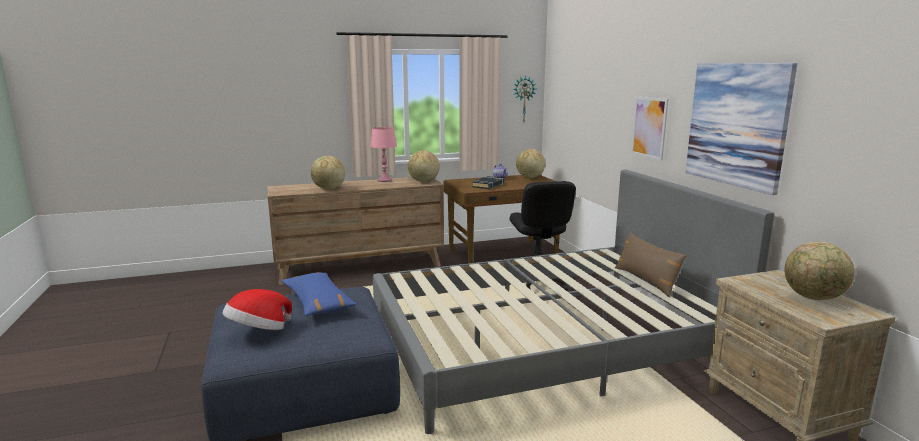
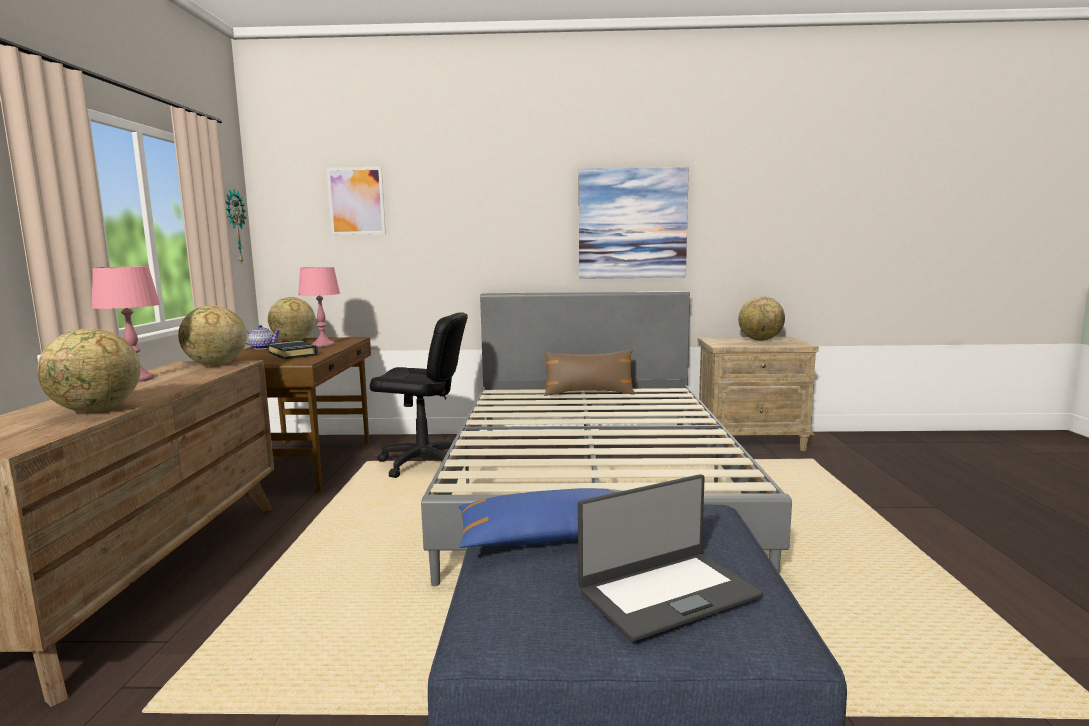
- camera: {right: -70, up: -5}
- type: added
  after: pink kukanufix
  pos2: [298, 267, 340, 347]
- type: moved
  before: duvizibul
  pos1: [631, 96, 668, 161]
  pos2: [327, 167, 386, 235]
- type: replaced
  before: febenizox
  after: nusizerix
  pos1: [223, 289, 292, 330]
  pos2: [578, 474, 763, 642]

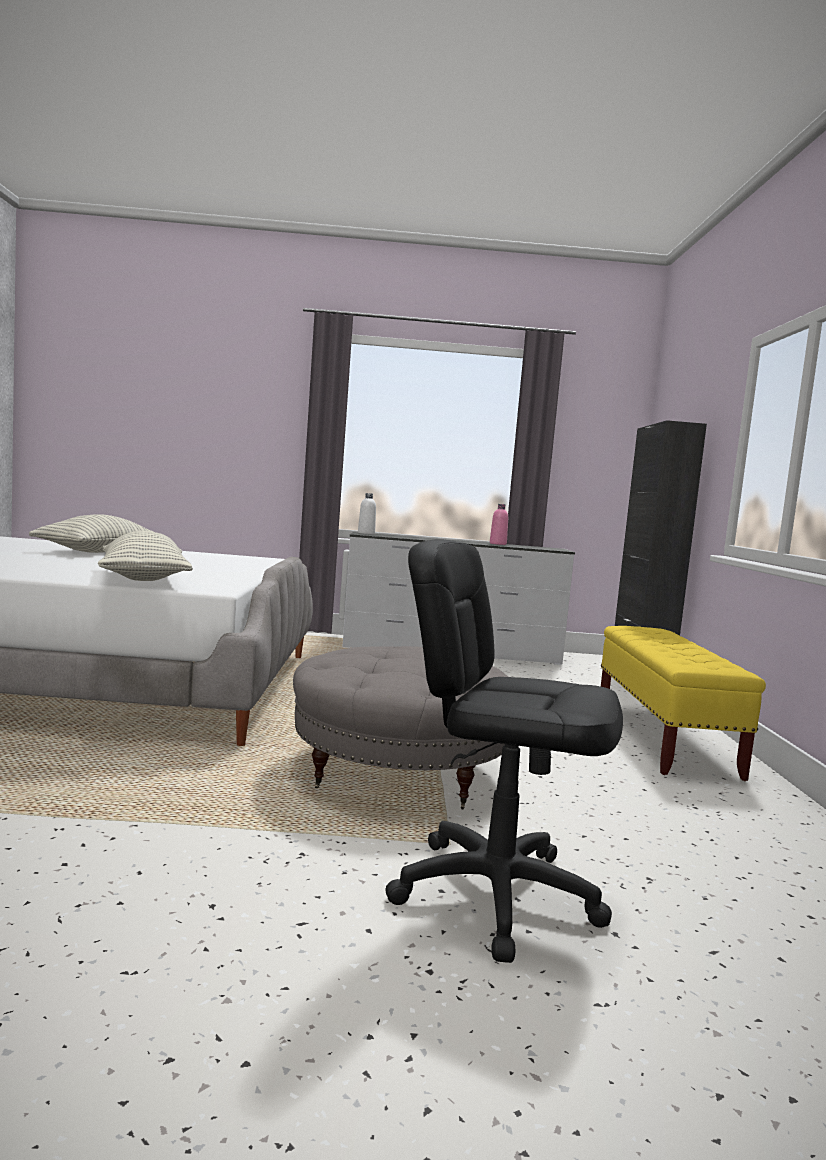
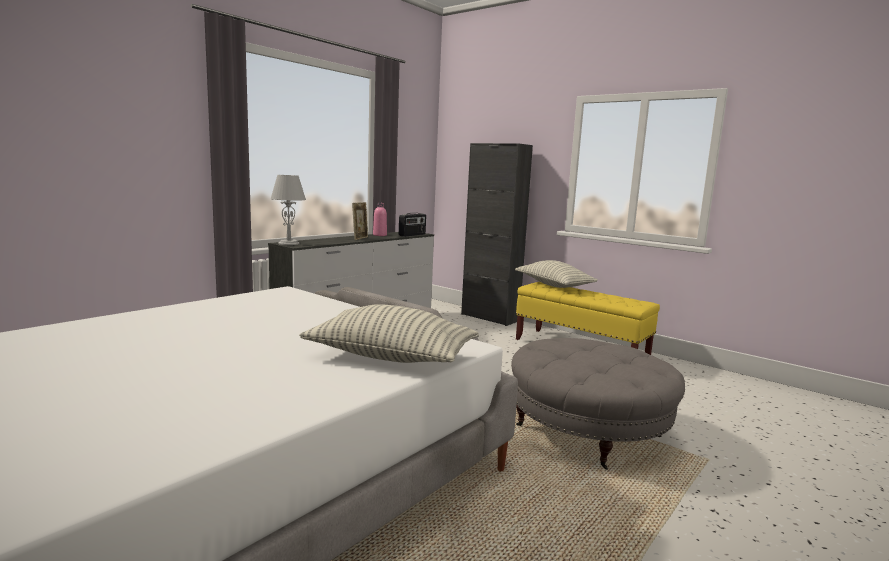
- camera: {right: -50, up: 5}
- type: removed
  before: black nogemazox
  pos1: [385, 539, 623, 963]
- type: added
  after: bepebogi
  pos2: [352, 202, 368, 240]
- type: added
  after: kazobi
  pos2: [399, 213, 426, 237]
- type: moved
  before: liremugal
  pos1: [29, 514, 153, 553]
  pos2: [515, 260, 598, 288]
- type: replaced
  before: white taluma
  after: grey kukanufix
  pos1: [358, 493, 376, 534]
  pos2: [271, 175, 306, 245]

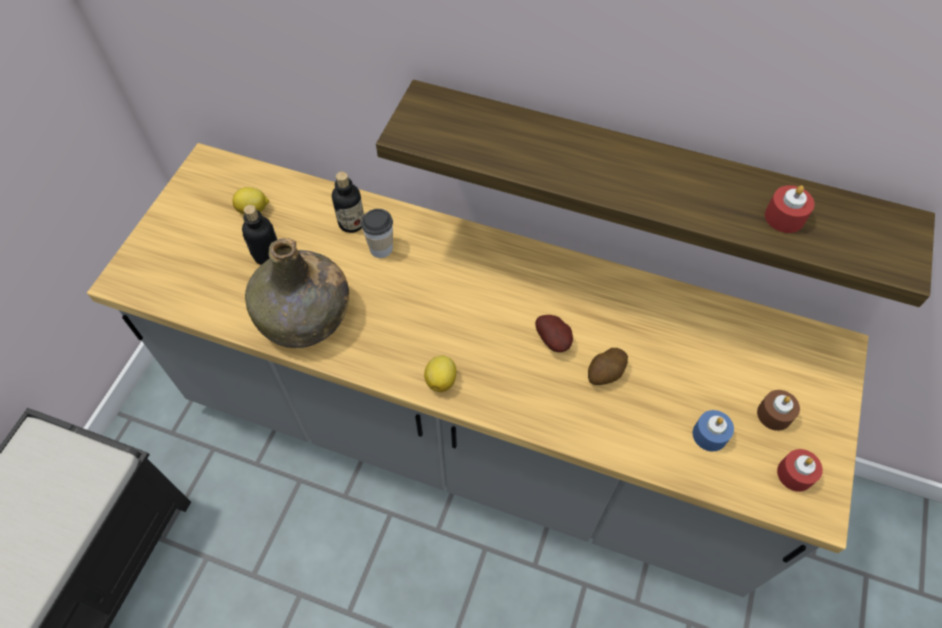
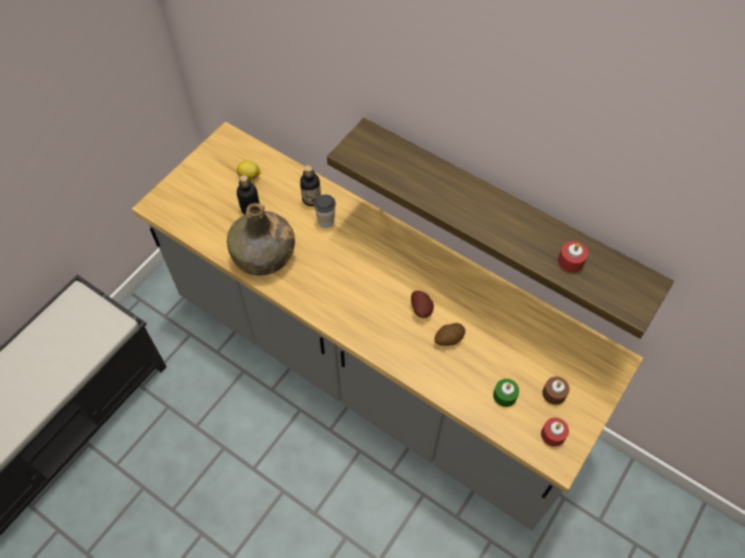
- camera: {right: 15, up: 0}
- type: removed
  before: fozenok
  pos1: [424, 356, 456, 392]
- type: recoloured
  before: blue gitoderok
  after: green gitoderok
  pos1: [692, 410, 734, 452]
  pos2: [493, 379, 519, 407]

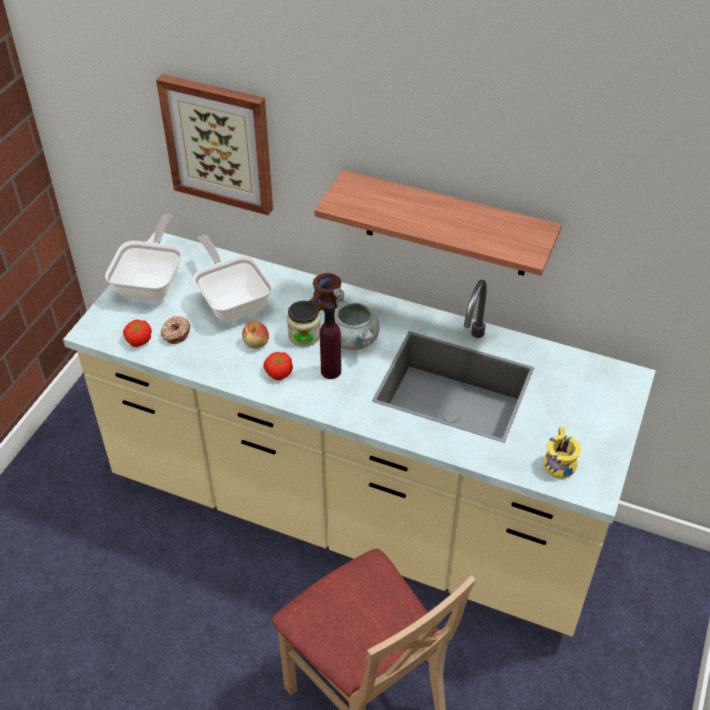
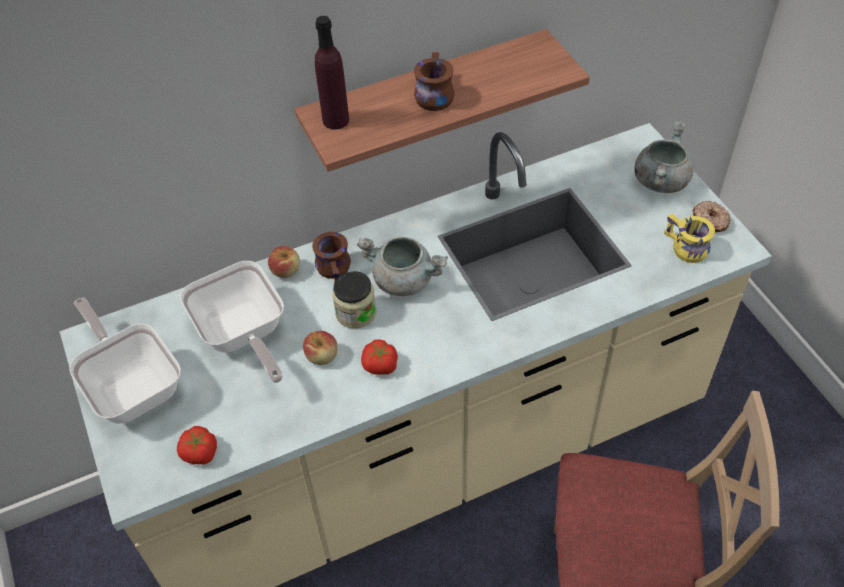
- camera: {right: -45, up: 5}
- type: removed
  before: duvizibul
  pos1: [156, 74, 273, 215]
- type: added
  after: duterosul
  pos2: [268, 246, 300, 278]
- type: added
  after: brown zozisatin
  pos2: [414, 52, 454, 111]
- type: added
  after: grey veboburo
  pos2: [634, 121, 694, 193]
- type: moved
  before: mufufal
  pos1: [161, 316, 190, 344]
  pos2: [693, 201, 731, 232]
- type: moved
  before: purple taluma
  pos1: [320, 302, 341, 379]
  pos2: [315, 16, 349, 130]
- type: turned
  before: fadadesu
  pos1: [193, 235, 273, 322]
  pos2: [180, 261, 284, 383]
  turn: -135

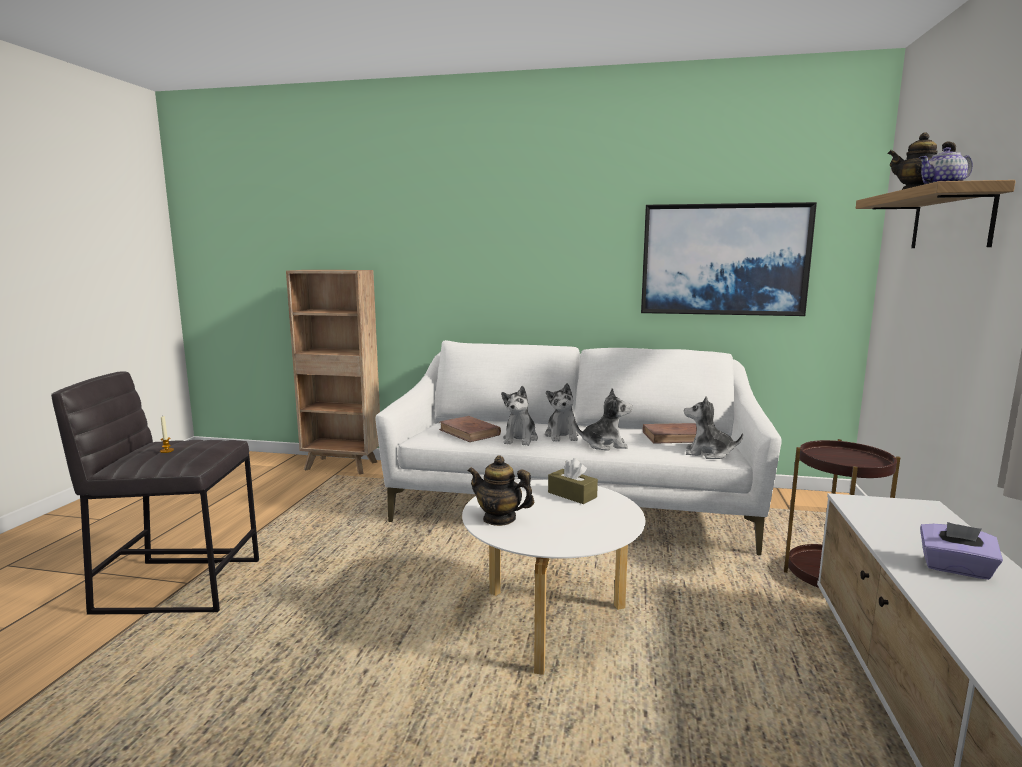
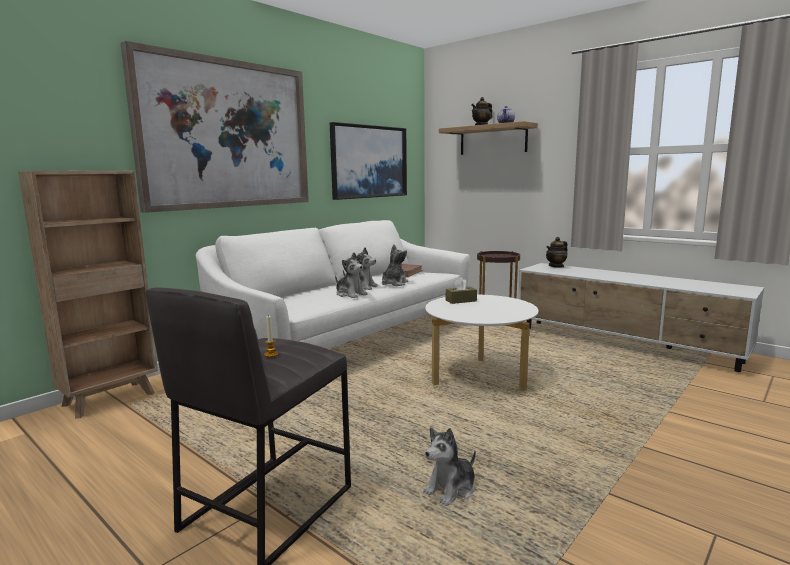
- camera: {right: -60, up: 0}
- type: removed
  before: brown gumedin
  pos1: [439, 416, 501, 442]
- type: removed
  before: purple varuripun
  pos1: [920, 522, 1003, 580]
- type: added
  after: duvizibul
  pos2: [120, 41, 309, 213]
- type: moved
  before: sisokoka
  pos1: [468, 456, 534, 526]
  pos2: [546, 237, 567, 268]
- type: moved
  before: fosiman
  pos1: [684, 396, 743, 459]
  pos2: [423, 427, 476, 506]

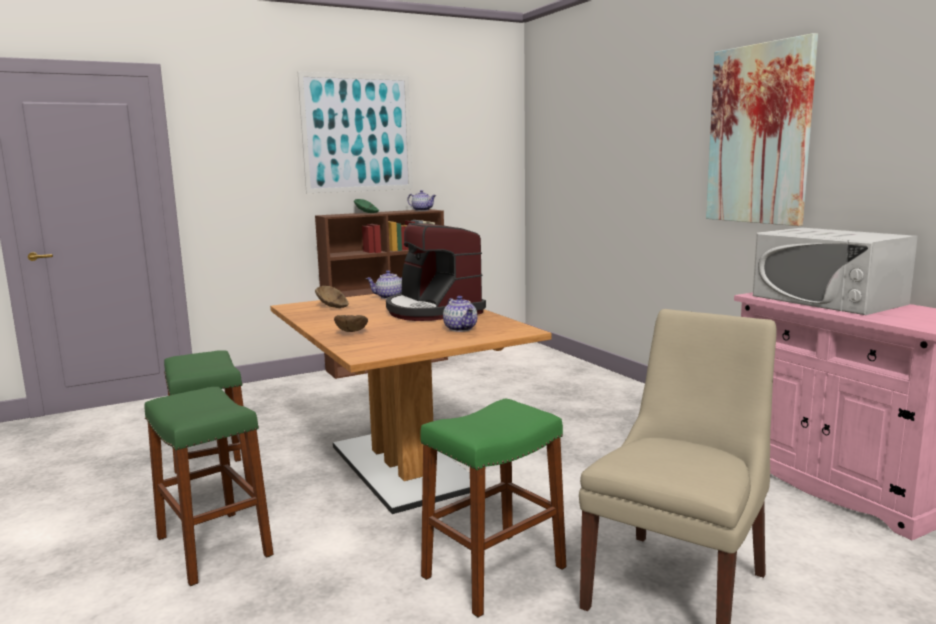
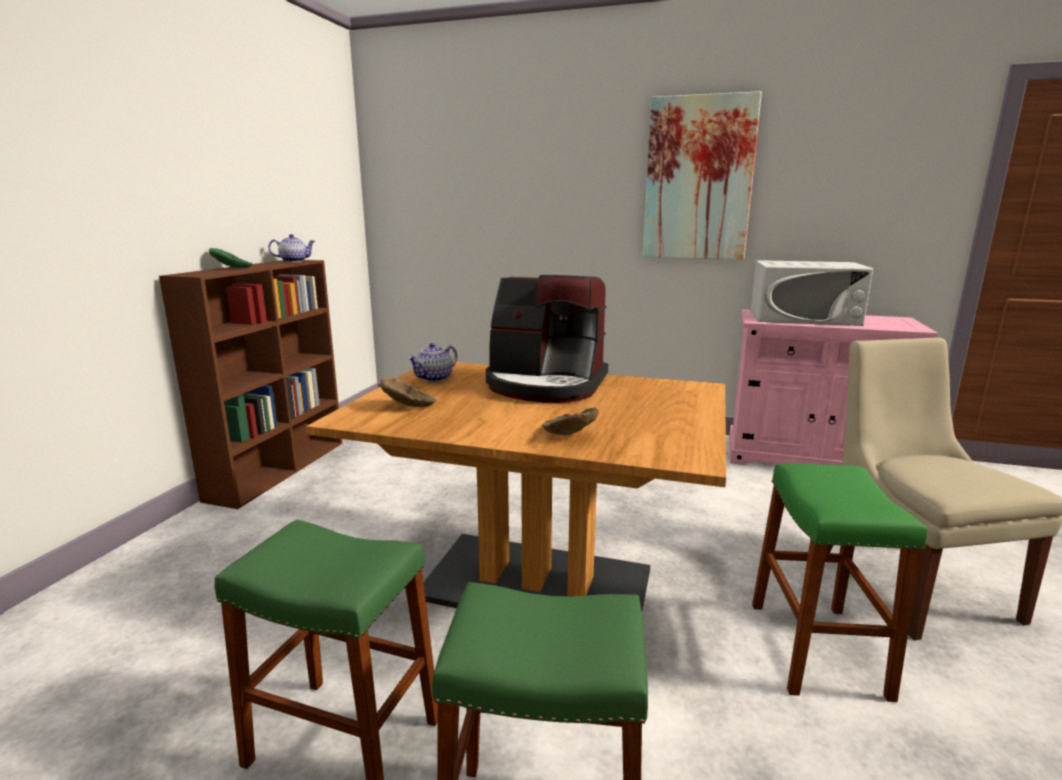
- camera: {right: -45, up: 5}
- type: removed
  before: duvizibul
  pos1: [298, 72, 413, 193]
- type: removed
  before: sisokoka
  pos1: [443, 296, 477, 332]

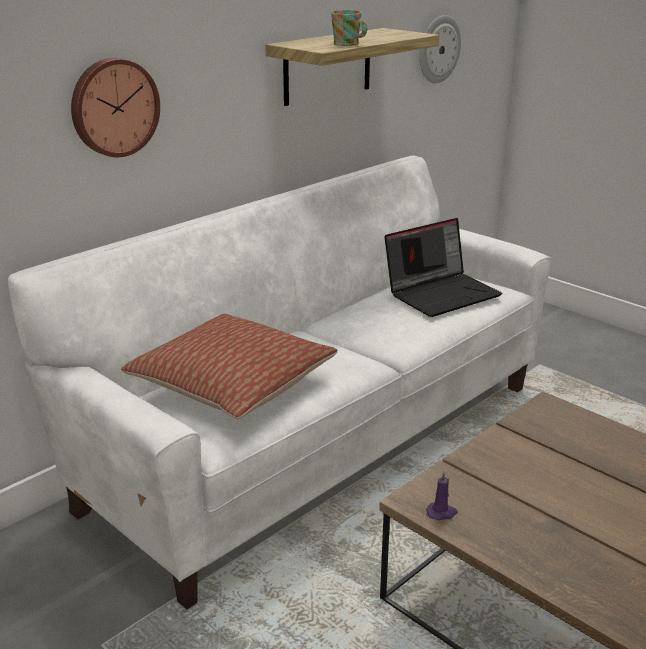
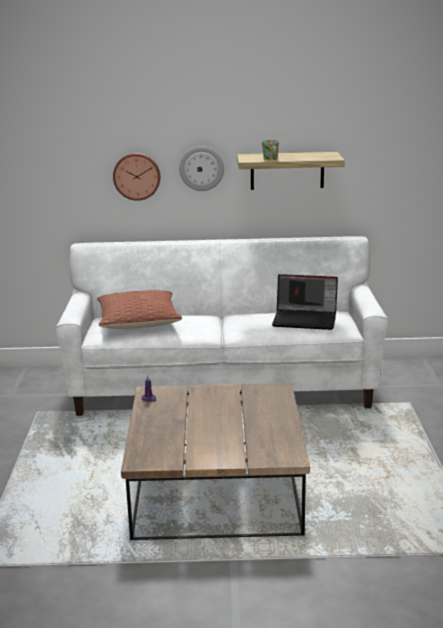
- camera: {right: 45, up: -5}
- type: moved
  before: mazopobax
  pos1: [420, 15, 461, 83]
  pos2: [179, 147, 224, 191]

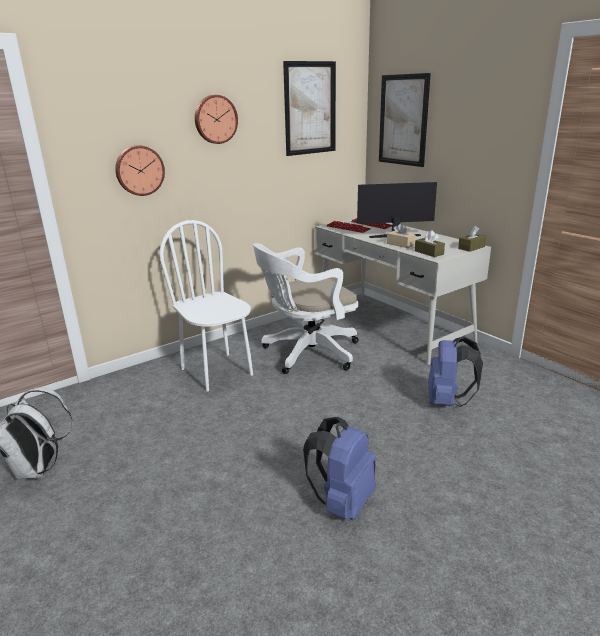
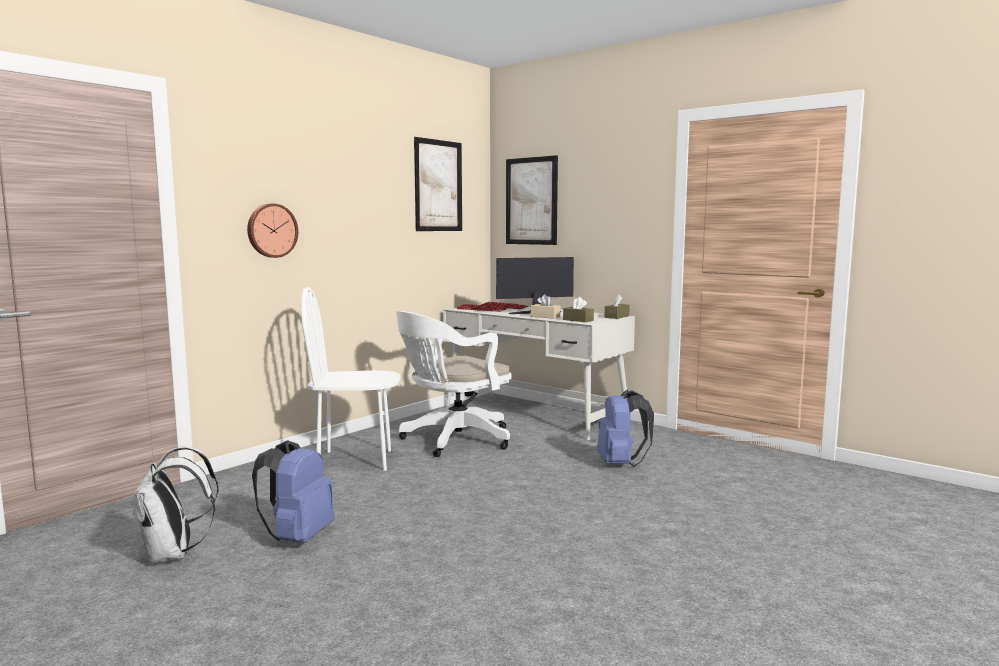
- camera: {right: -15, up: -15}
- type: removed
  before: mazopobax
  pos1: [195, 95, 238, 144]
- type: moved
  before: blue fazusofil
  pos1: [303, 416, 376, 520]
  pos2: [252, 440, 335, 543]
- type: turned
  before: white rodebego
  pos1: [159, 220, 253, 392]
  pos2: [301, 287, 400, 471]
  turn: -45

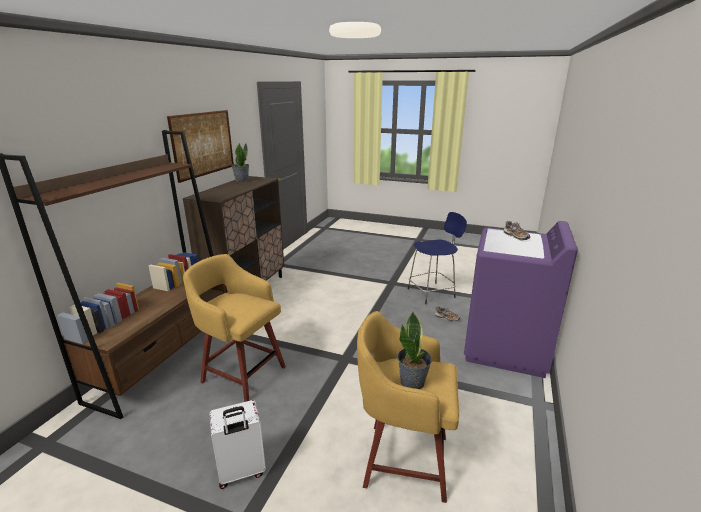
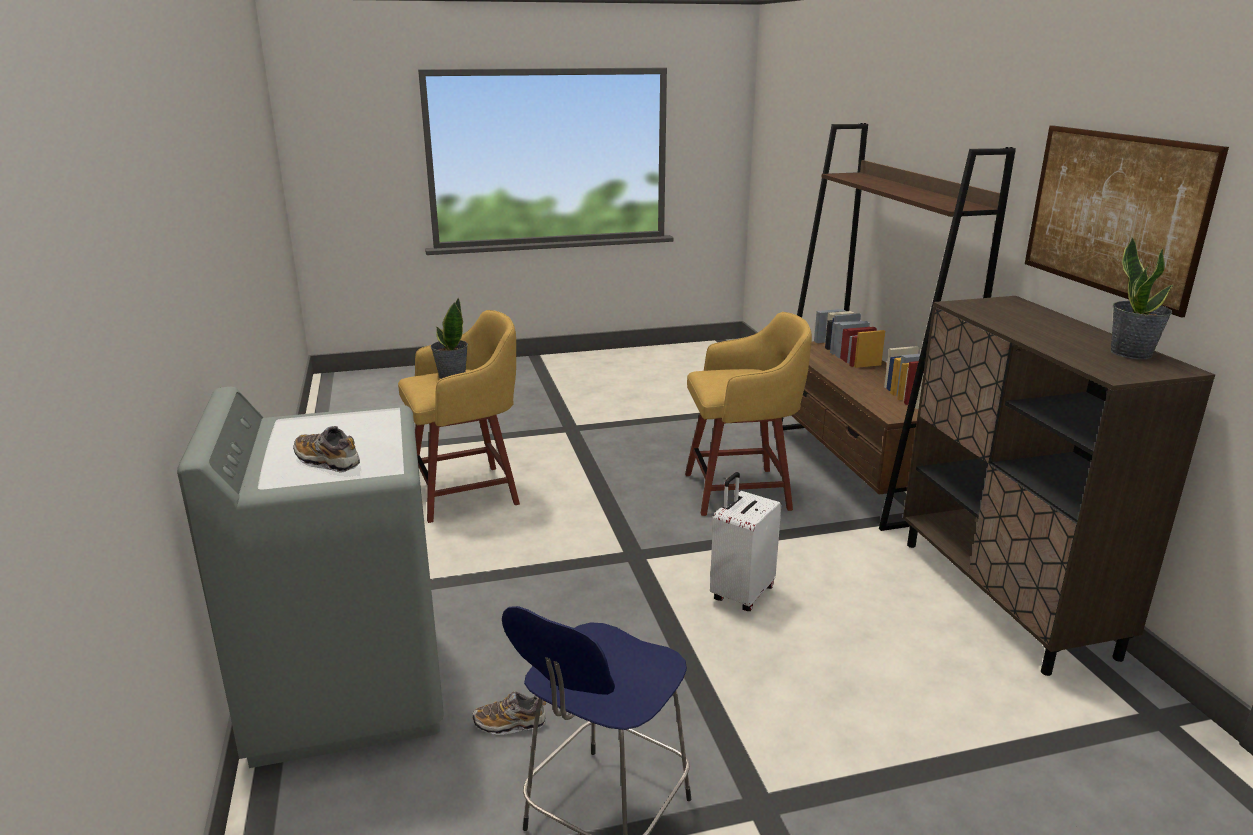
- camera: {right: 145, up: 0}
- type: moved
  before: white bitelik
  pos1: [210, 400, 266, 489]
  pos2: [710, 472, 781, 611]
- type: recoloured
  before: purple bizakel
  after: grey bizakel
  pos1: [464, 221, 578, 378]
  pos2: [177, 387, 444, 768]

